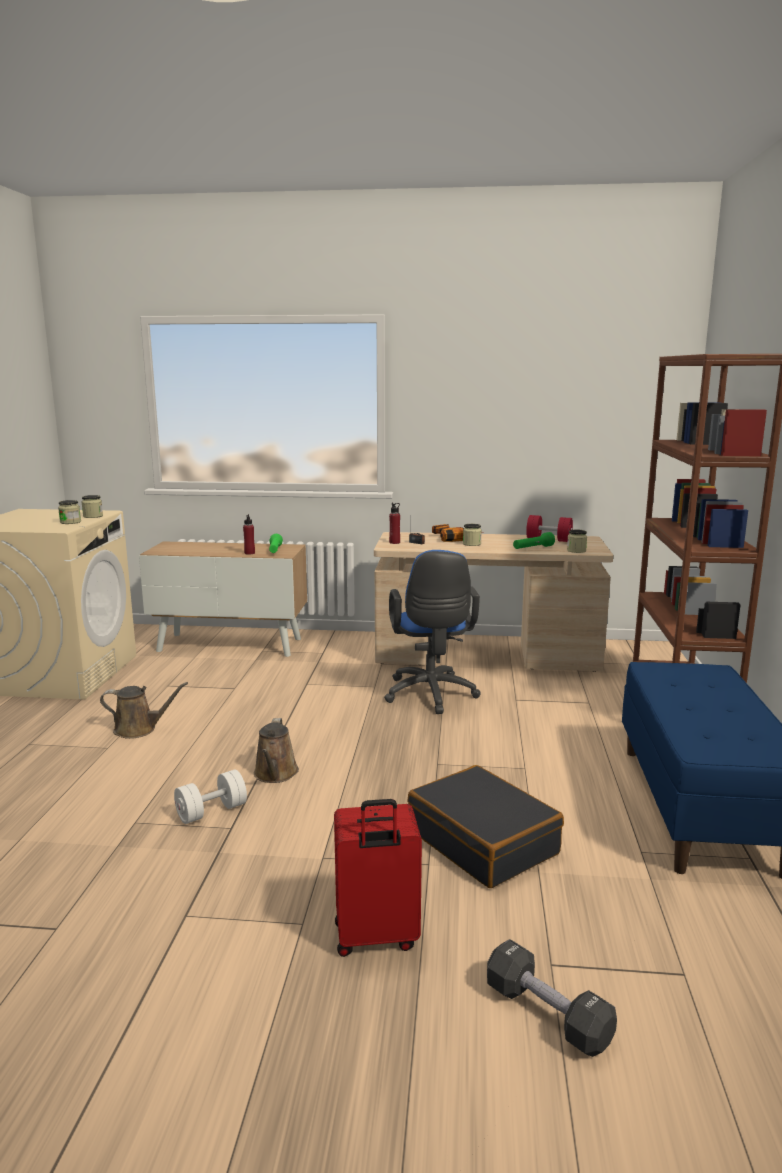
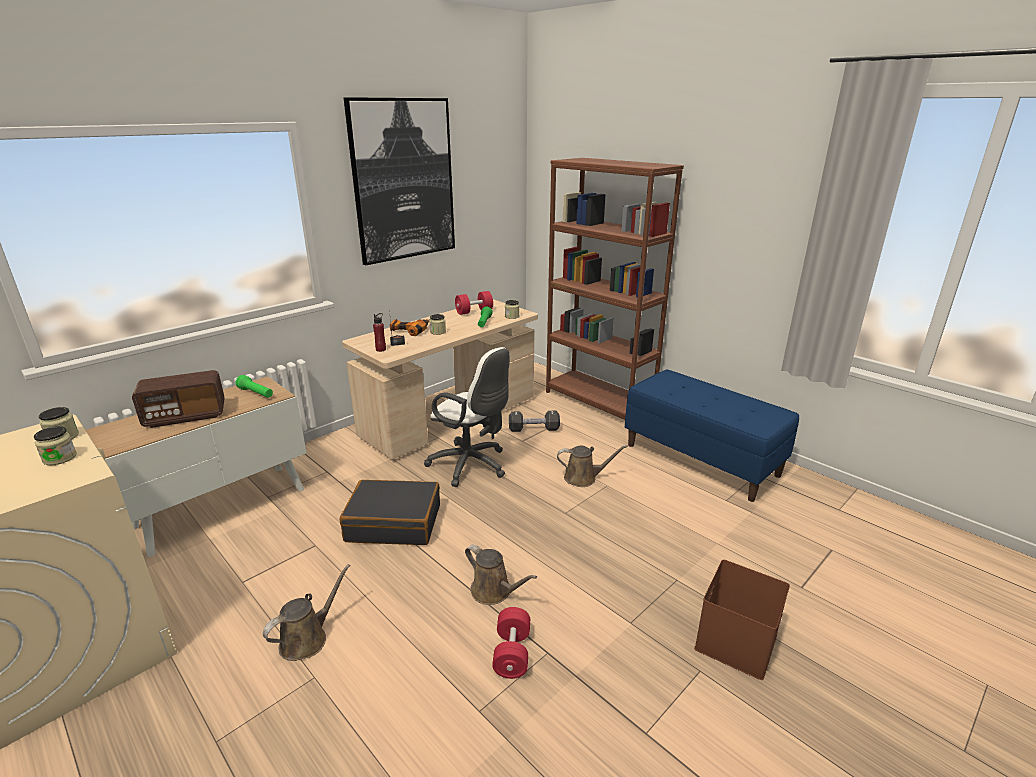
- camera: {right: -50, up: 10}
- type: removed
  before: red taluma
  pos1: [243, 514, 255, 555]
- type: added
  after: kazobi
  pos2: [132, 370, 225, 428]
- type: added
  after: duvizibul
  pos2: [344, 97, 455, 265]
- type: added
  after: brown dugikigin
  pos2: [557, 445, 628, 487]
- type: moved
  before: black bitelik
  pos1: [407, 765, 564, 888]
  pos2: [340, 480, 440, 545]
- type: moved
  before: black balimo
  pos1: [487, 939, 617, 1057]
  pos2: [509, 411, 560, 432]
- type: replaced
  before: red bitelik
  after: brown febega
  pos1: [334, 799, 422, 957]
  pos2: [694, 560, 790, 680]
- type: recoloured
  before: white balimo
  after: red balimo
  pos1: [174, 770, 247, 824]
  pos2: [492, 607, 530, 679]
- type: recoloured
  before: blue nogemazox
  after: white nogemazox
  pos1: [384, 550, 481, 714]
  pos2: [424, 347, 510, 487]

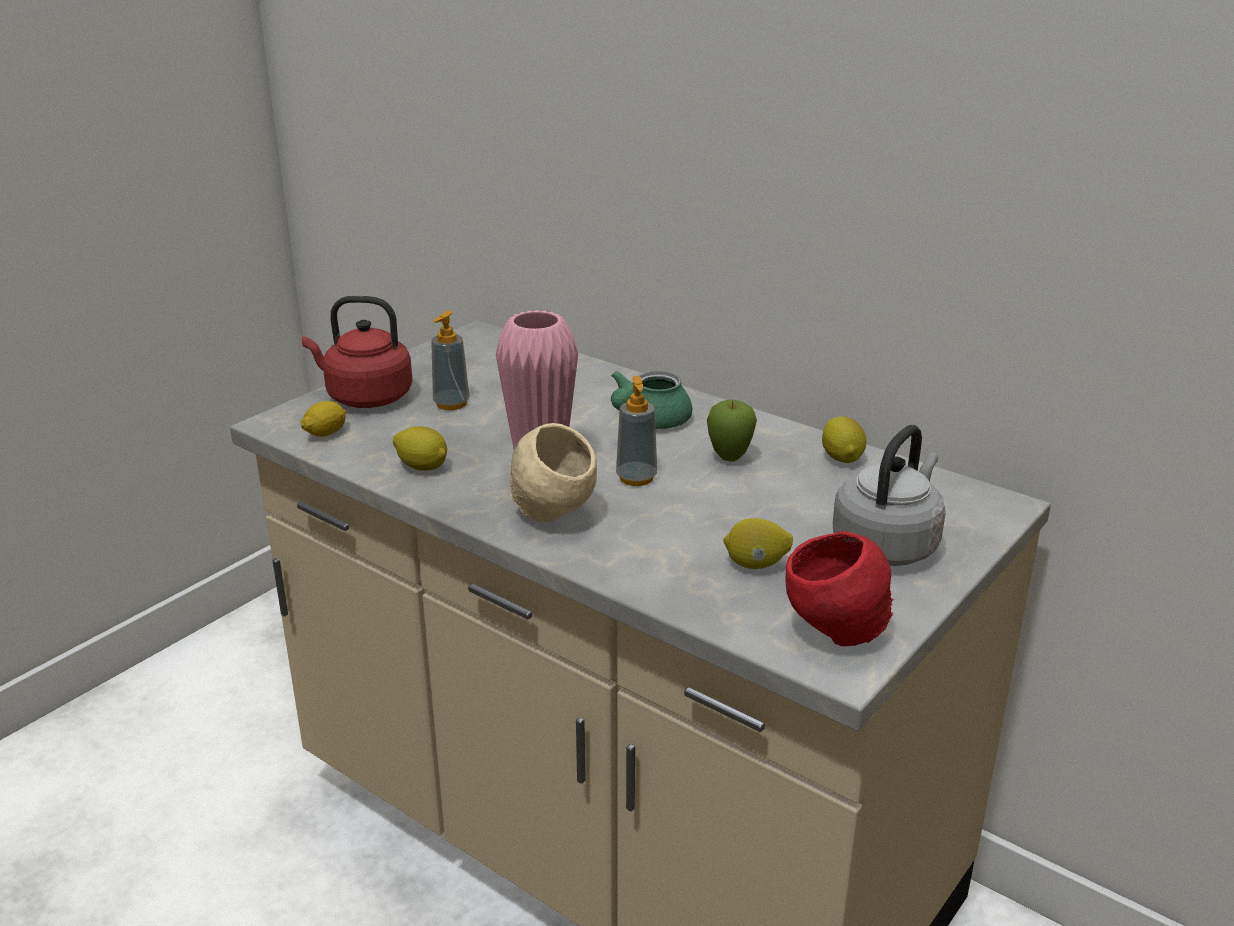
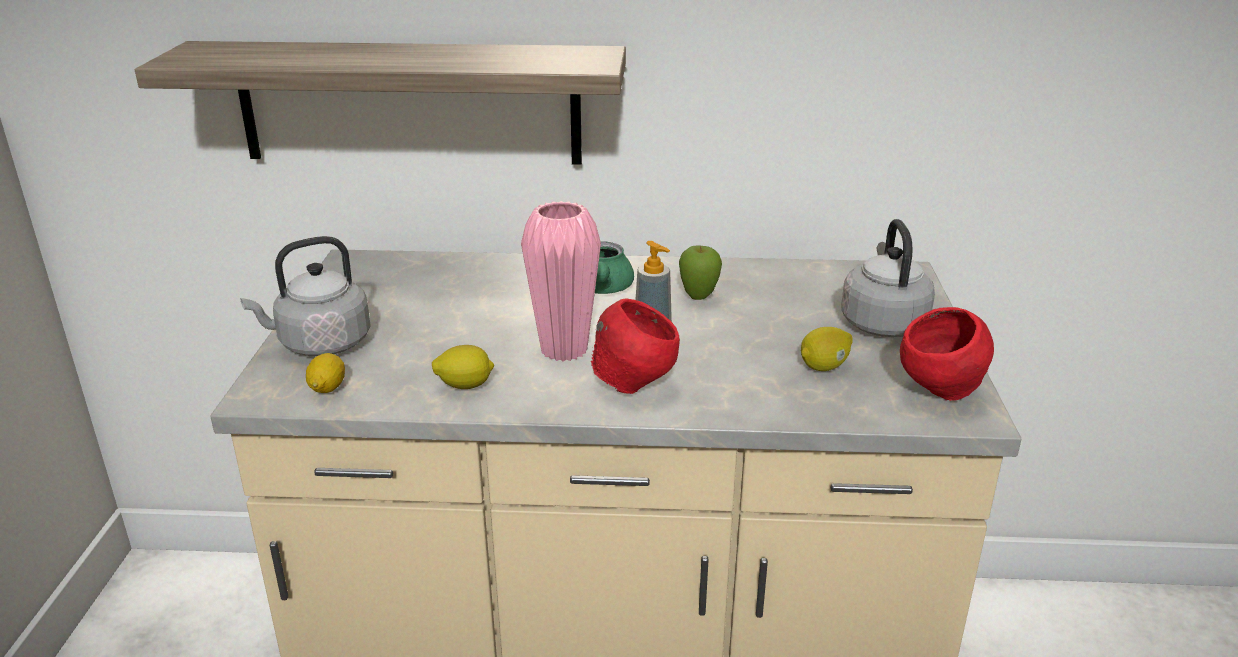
- camera: {right: -35, up: 0}
- type: removed
  before: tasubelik
  pos1: [431, 311, 470, 410]
- type: removed
  before: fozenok
  pos1: [822, 416, 866, 463]
- type: added
  after: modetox
  pos2: [135, 41, 626, 165]
- type: recoloured
  before: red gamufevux
  after: grey gamufevux
  pos1: [302, 296, 413, 408]
  pos2: [240, 236, 371, 356]
- type: recoloured
  before: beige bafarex
  after: red bafarex
  pos1: [510, 423, 597, 522]
  pos2: [591, 298, 680, 394]

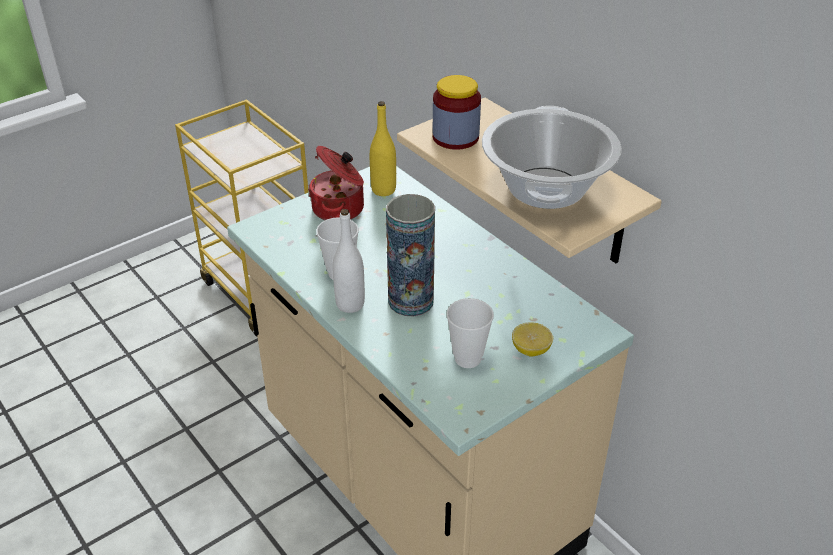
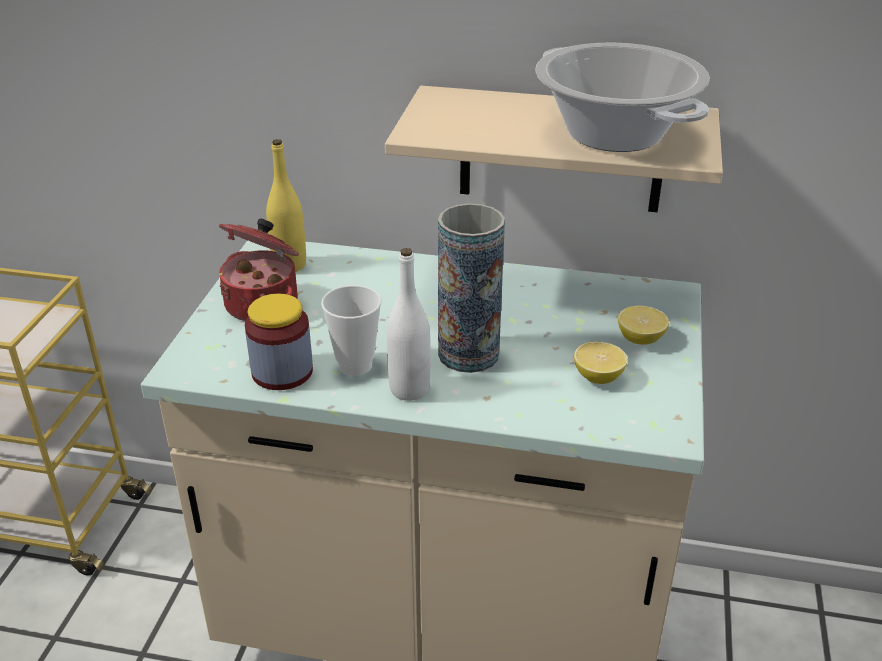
- camera: {right: -40, up: -5}
- type: moved
  before: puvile
  pos1: [432, 75, 481, 150]
  pos2: [245, 294, 313, 390]
- type: replaced
  before: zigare
  after: fozenok
  pos1: [447, 298, 494, 368]
  pos2: [574, 342, 628, 384]

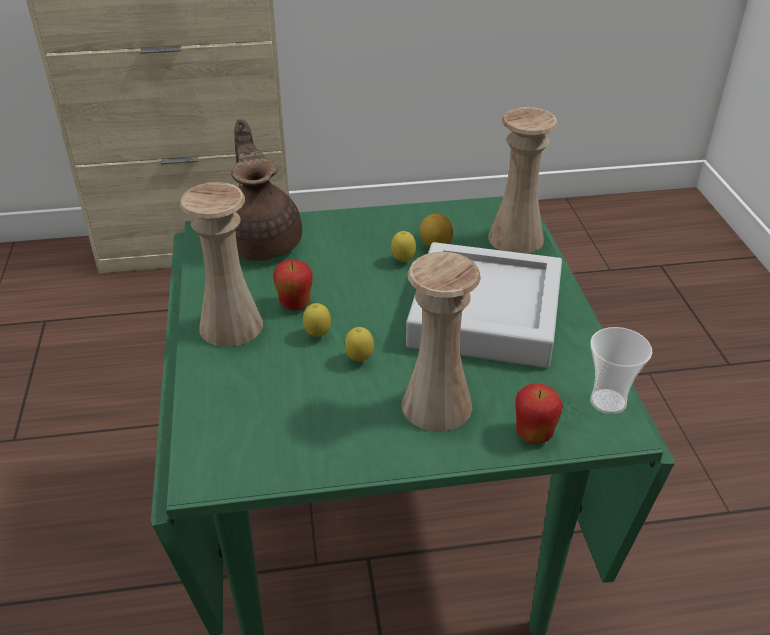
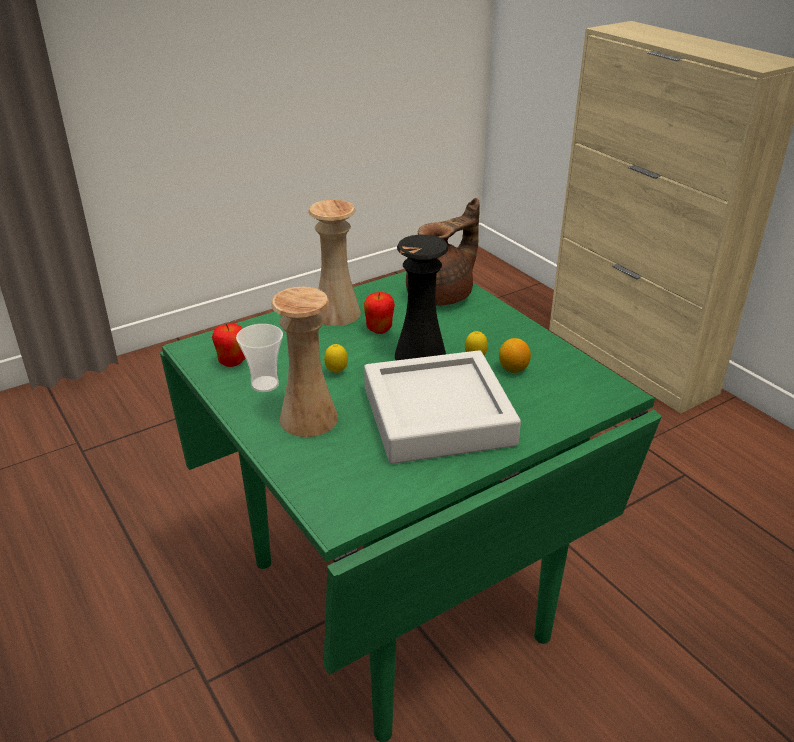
- camera: {right: 65, up: -5}
- type: removed
  before: fozenok
  pos1: [303, 303, 331, 337]
- type: removed
  before: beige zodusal
  pos1: [488, 107, 558, 254]
- type: added
  after: black zodusal
  pos2: [395, 235, 448, 360]
- type: moved
  before: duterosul
  pos1: [515, 383, 563, 444]
  pos2: [212, 324, 245, 367]
- type: moved
  before: zigare
  pos1: [590, 327, 652, 414]
  pos2: [236, 324, 283, 392]

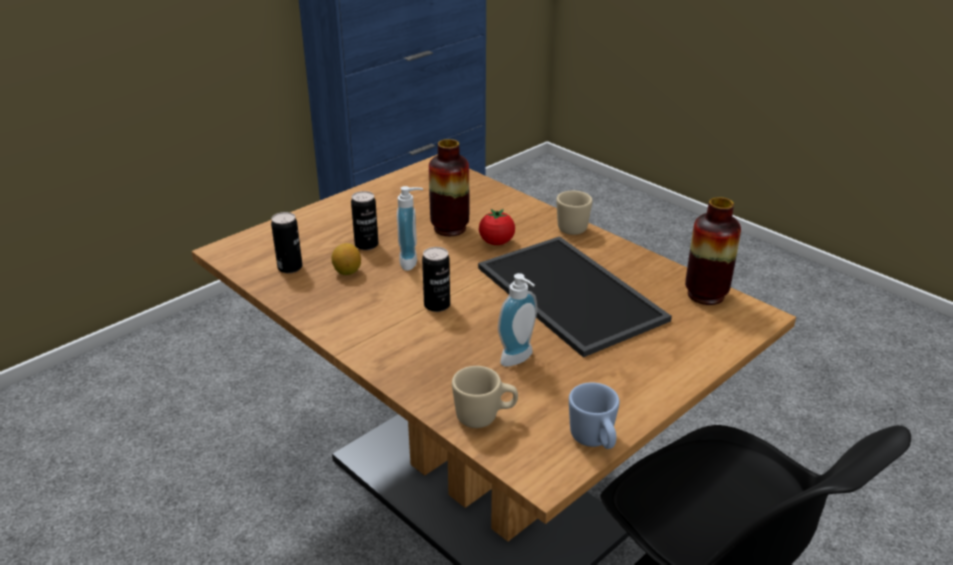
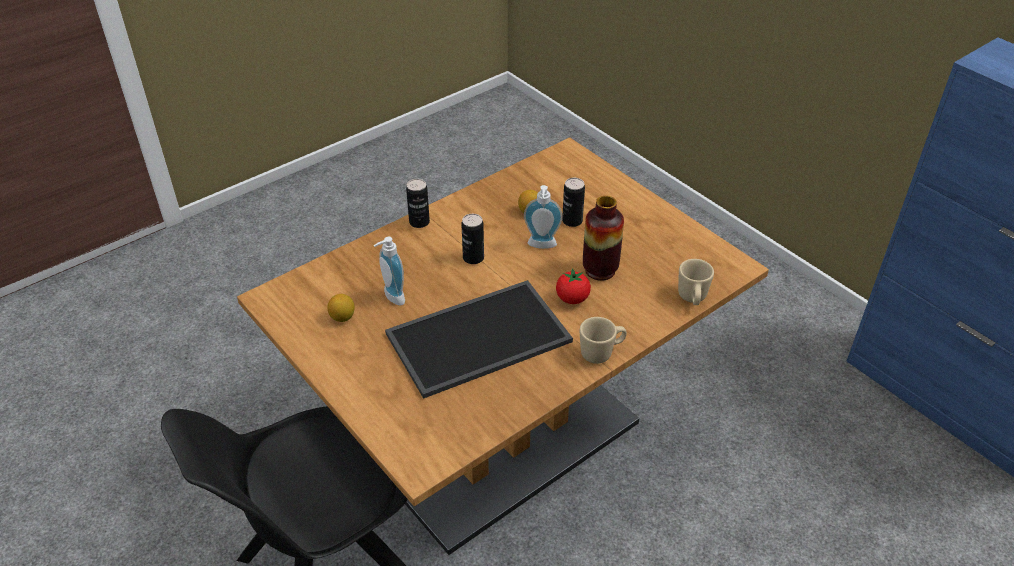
- camera: {right: 95, up: 10}
- type: removed
  before: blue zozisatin
  pos1: [569, 382, 620, 449]
- type: removed
  before: zodusal
  pos1: [685, 197, 741, 305]
- type: added
  after: fozenok
  pos2: [327, 294, 355, 322]
- type: moved
  before: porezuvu
  pos1: [271, 212, 302, 273]
  pos2: [406, 179, 430, 228]
- type: moved
  before: beige zozisatin
  pos1: [452, 366, 518, 428]
  pos2: [678, 259, 714, 305]

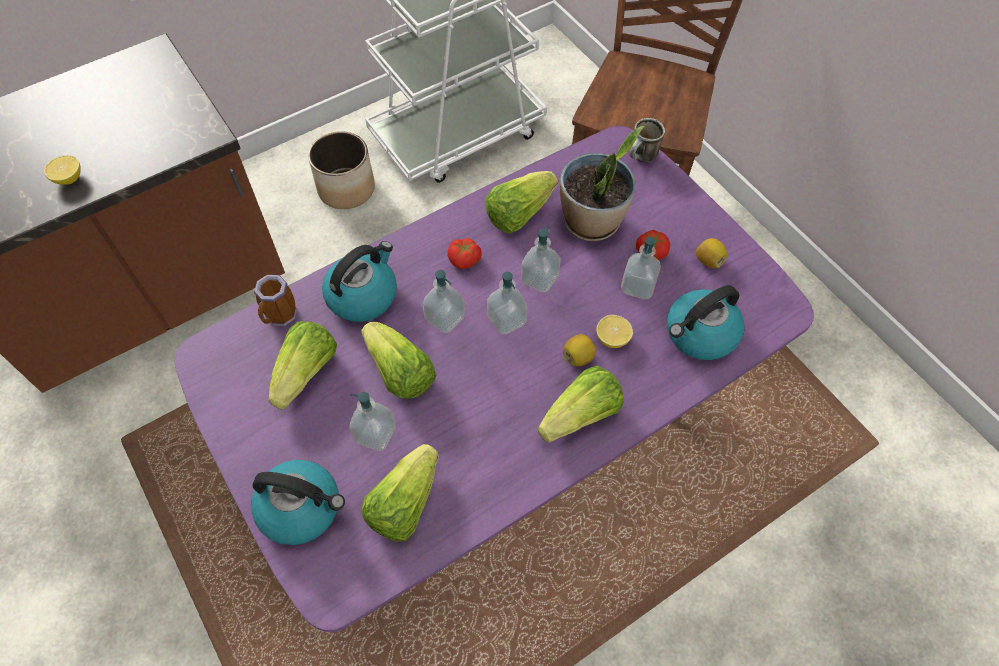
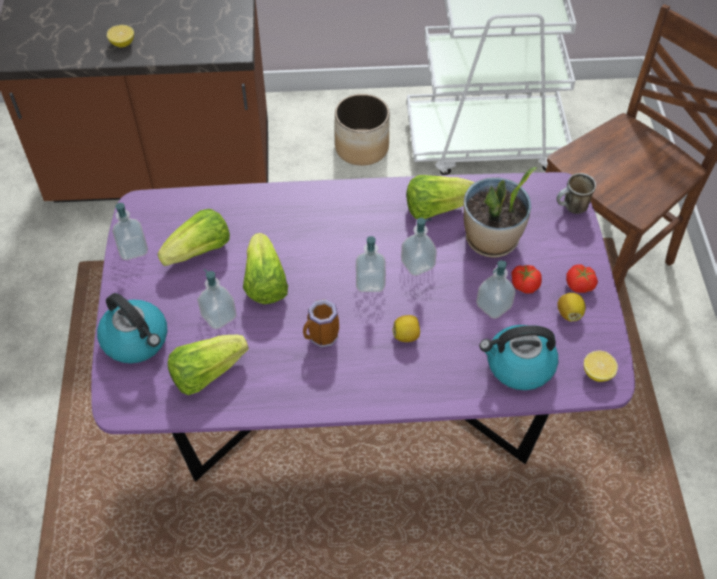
- camera: {right: 30, up: -5}
- type: removed
  before: gamufevux
  pos1: [322, 241, 397, 322]
- type: removed
  before: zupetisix
  pos1: [538, 366, 624, 443]
- type: moved
  before: zozisatin
  pos1: [254, 275, 297, 326]
  pos2: [303, 299, 339, 348]
- type: moved
  before: tasubelik
  pos1: [423, 270, 465, 333]
  pos2: [112, 203, 148, 260]
- type: moved
  before: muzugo
  pos1: [447, 238, 482, 269]
  pos2: [566, 264, 598, 293]
- type: moved
  before: fozenok
  pos1: [596, 315, 633, 348]
  pos2: [584, 351, 618, 382]

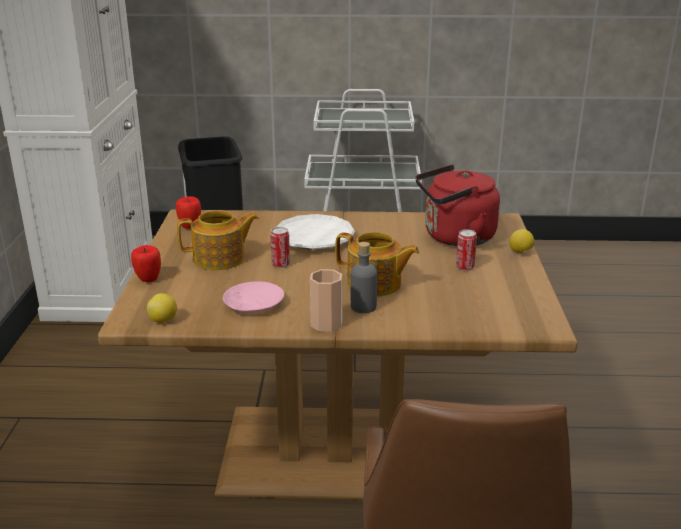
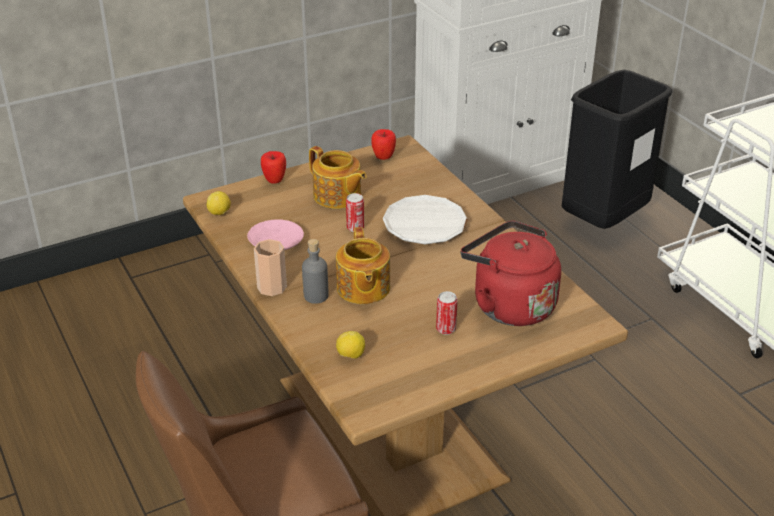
- camera: {right: 60, up: 10}
- type: moved
  before: fozenok
  pos1: [509, 229, 535, 253]
  pos2: [336, 331, 365, 359]

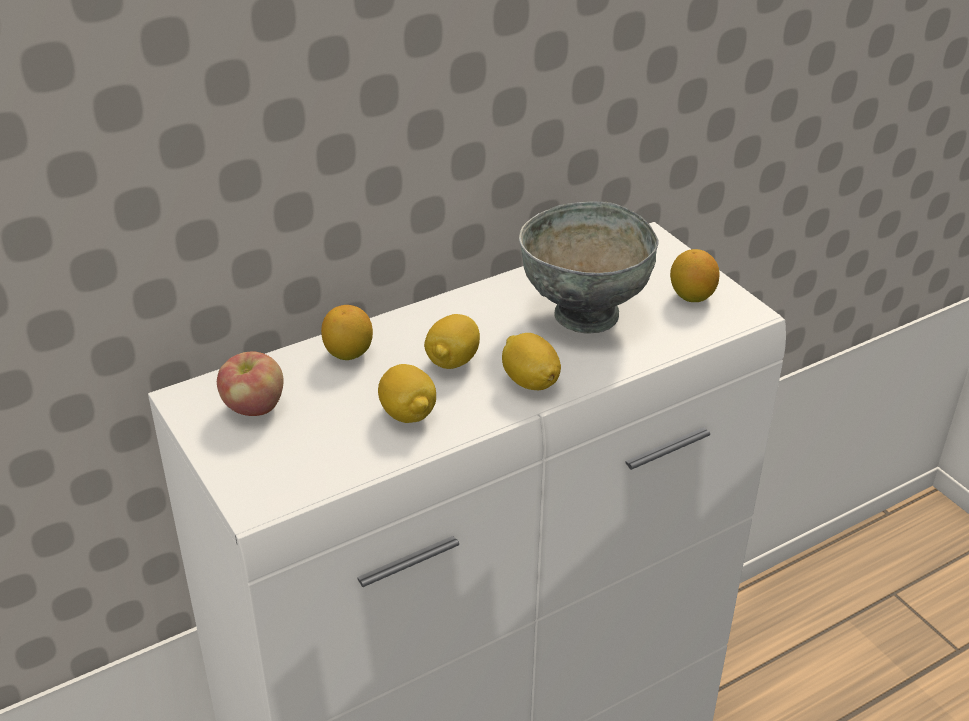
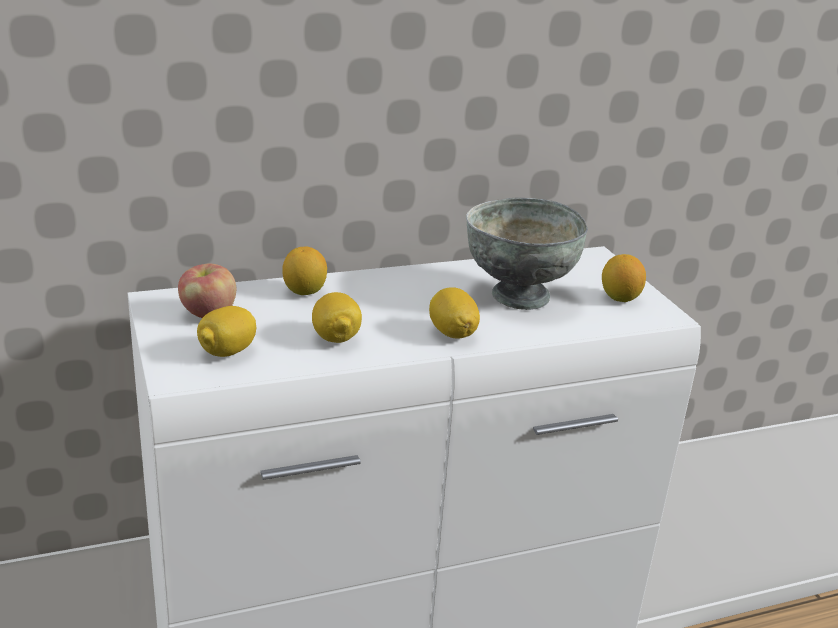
- camera: {right: 10, up: -10}
- type: moved
  before: fozenok
  pos1: [424, 314, 480, 369]
  pos2: [197, 306, 256, 357]

